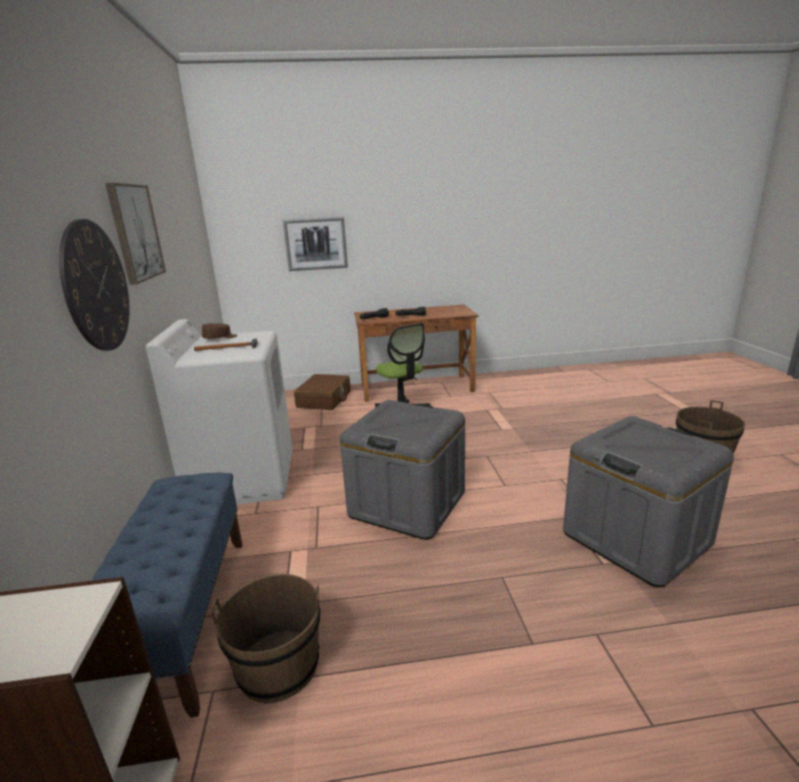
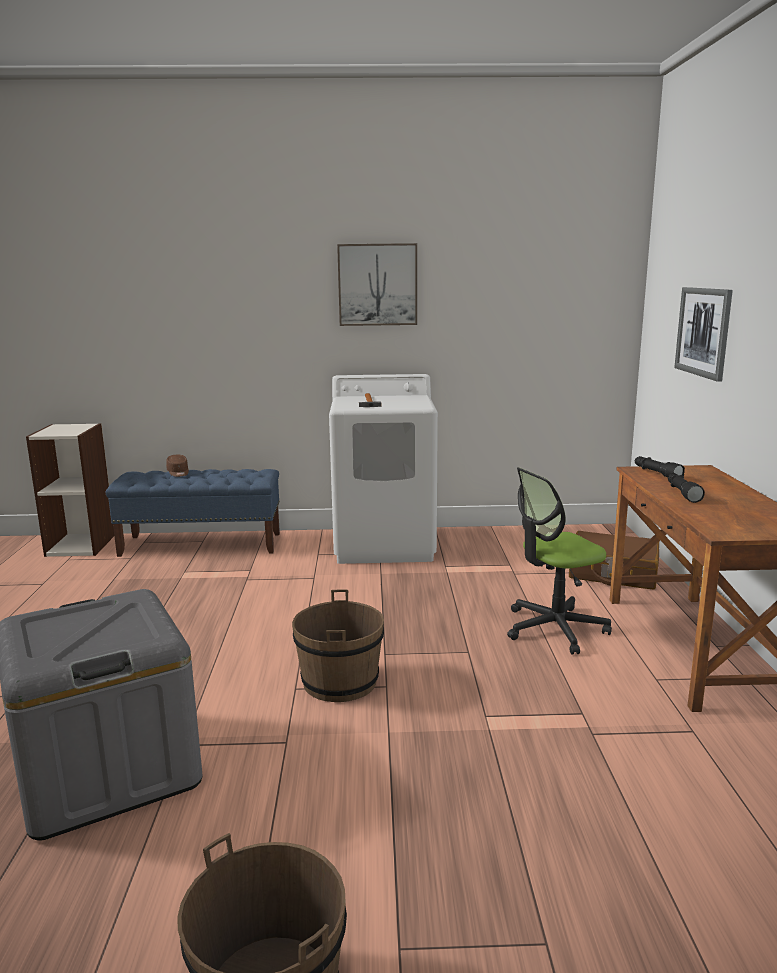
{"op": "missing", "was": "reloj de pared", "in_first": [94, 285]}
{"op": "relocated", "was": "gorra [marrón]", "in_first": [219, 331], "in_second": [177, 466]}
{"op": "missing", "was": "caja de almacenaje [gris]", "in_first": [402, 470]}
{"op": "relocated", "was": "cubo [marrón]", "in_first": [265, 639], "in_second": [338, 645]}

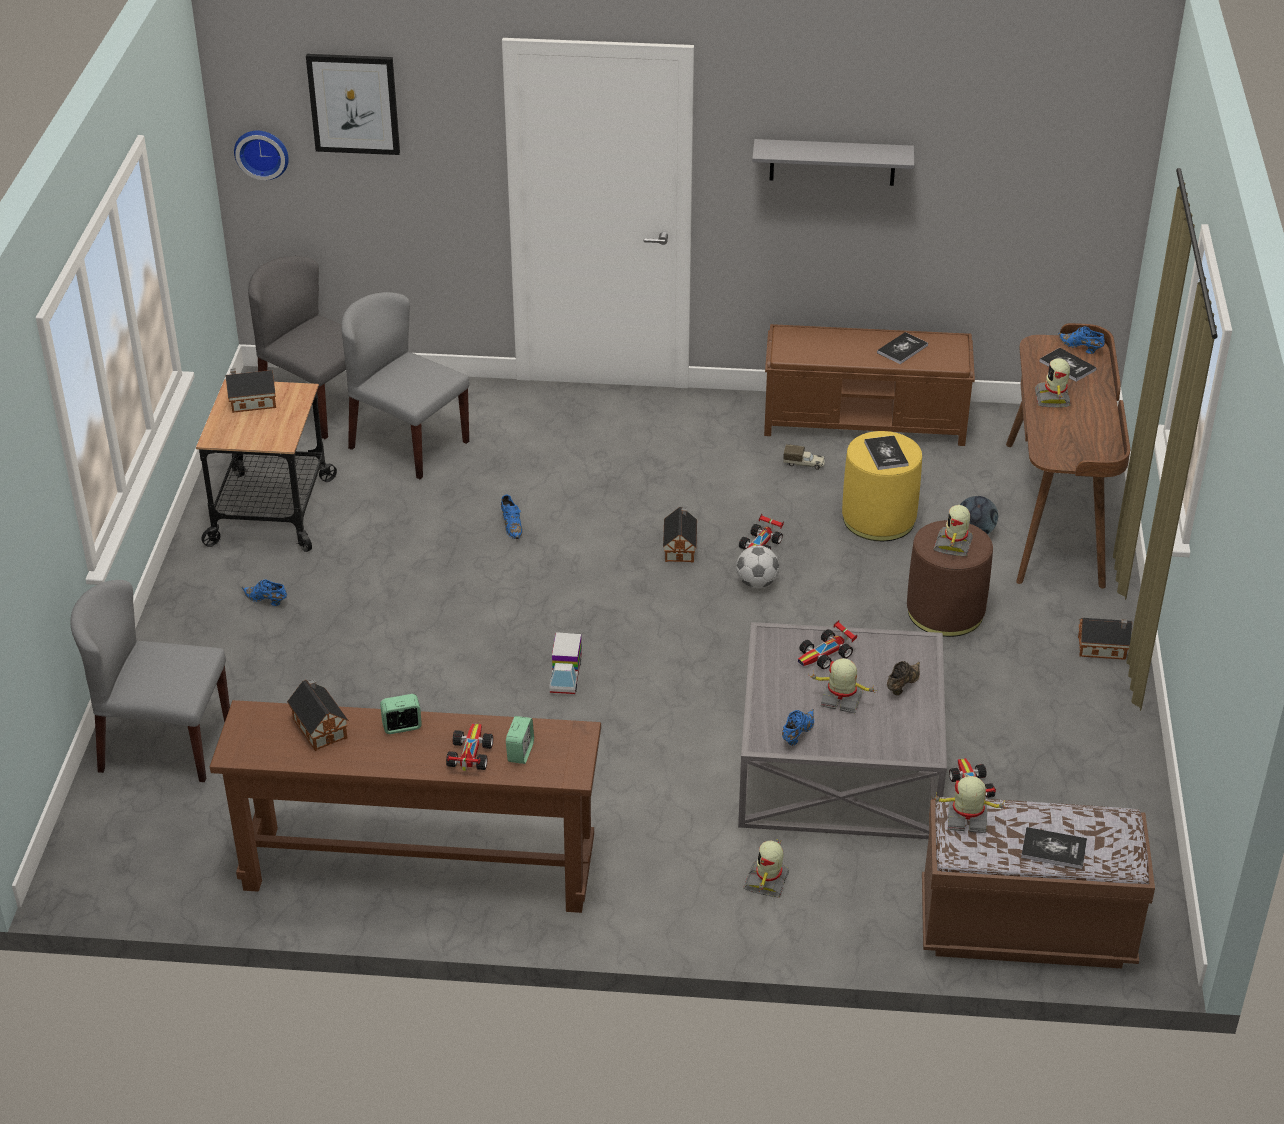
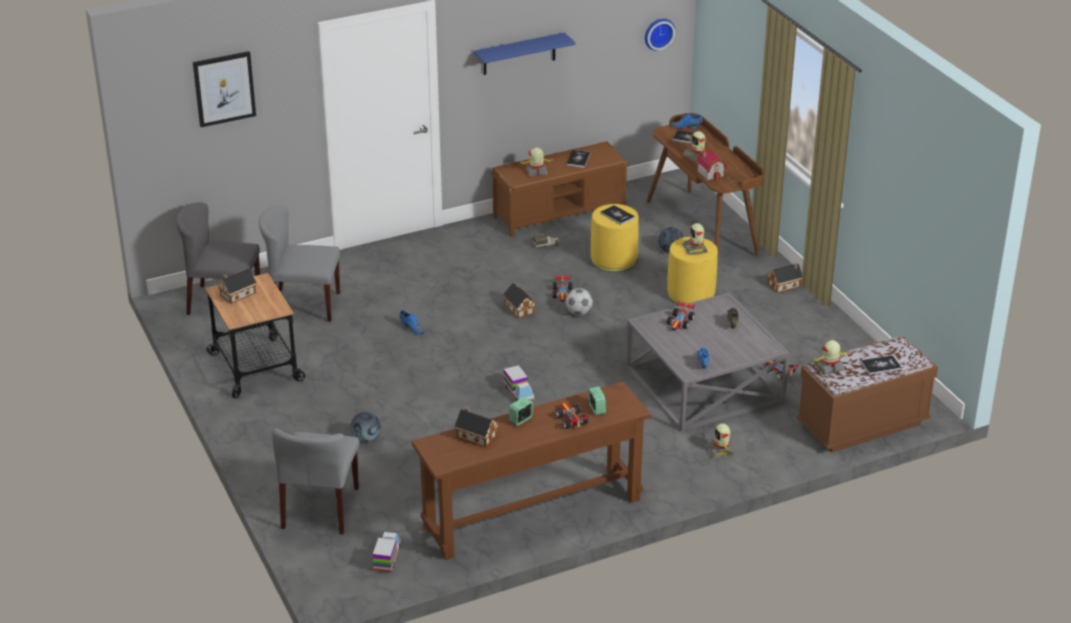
{"op": "relocated", "was": "reloj de pared", "in_first": [261, 155], "in_second": [660, 35]}
{"op": "colour", "was": "estante [gris]", "now": "estante [azul]", "in_first": [833, 162], "in_second": [524, 53]}
{"op": "colour", "was": "puf [marrón]", "now": "puf [amarillo]", "in_first": [950, 578], "in_second": [692, 270]}
{"op": "missing", "was": "zapato [azul]", "in_first": [264, 592]}
{"op": "spun", "was": "silla [gris]", "in_first": [150, 681], "in_second": [315, 481], "clockwise": -60}
{"op": "relocated", "was": "robot de juguete", "in_first": [843, 685], "in_second": [537, 162]}
{"op": "appeared", "now": "casita", "in_second": [711, 165]}
{"op": "appeared", "now": "balón de fútbol", "in_second": [366, 427]}
{"op": "appeared", "now": "camión de juguete", "in_second": [387, 552]}

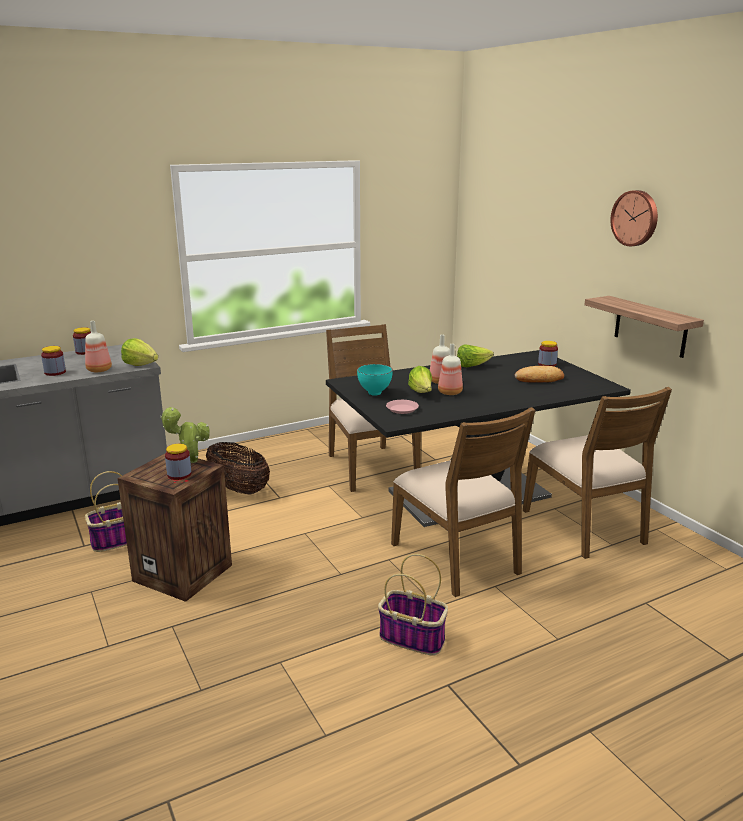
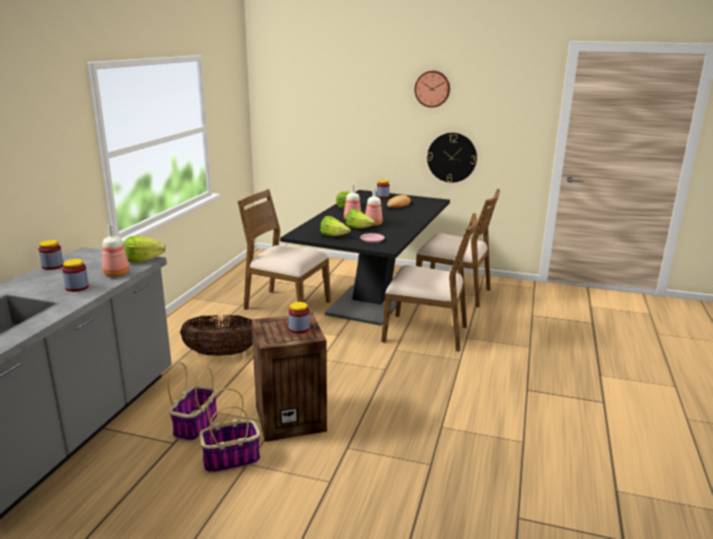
{"op": "exchanged", "was": "estante", "now": "reloj de pared", "in_first": [644, 327], "in_second": [452, 158]}
{"op": "exchanged", "was": "cuenco [turquesa]", "now": "lechuga", "in_first": [375, 380], "in_second": [335, 226]}
{"op": "missing", "was": "planta en maceta", "in_first": [185, 435]}
{"op": "relocated", "was": "cesta", "in_first": [413, 605], "in_second": [229, 430]}

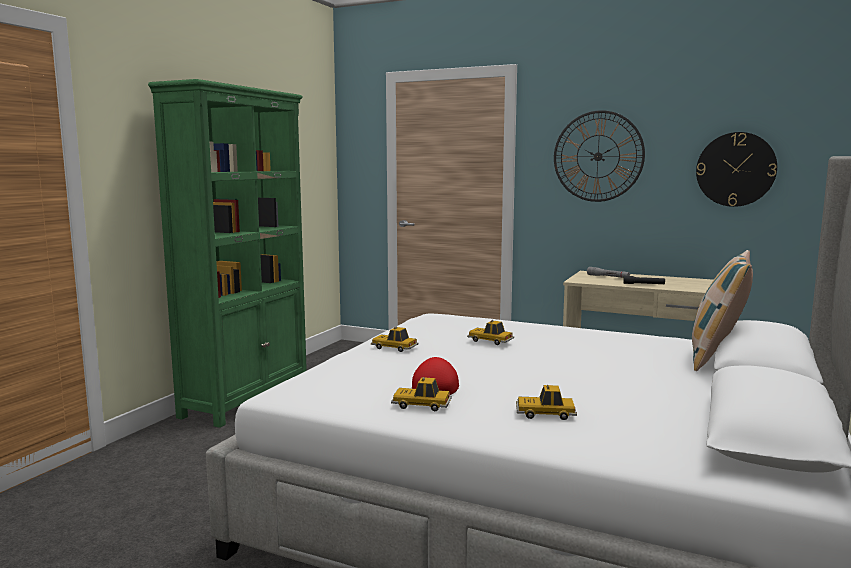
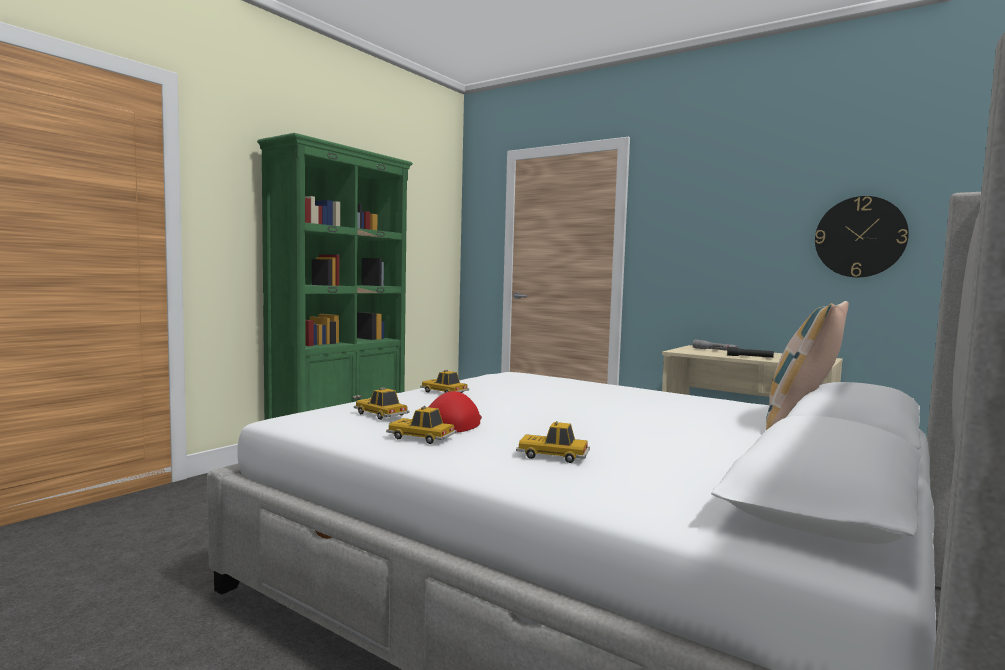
{"op": "missing", "was": "reloj de pared", "in_first": [599, 156]}
{"op": "relocated", "was": "coche de juguete", "in_first": [490, 332], "in_second": [382, 403]}

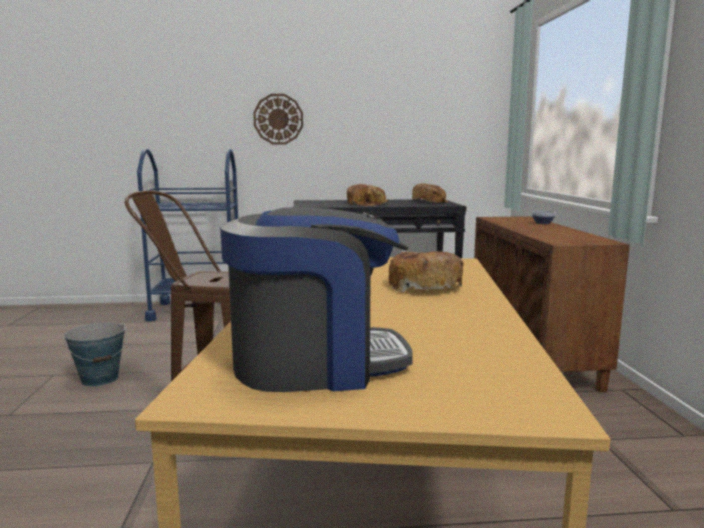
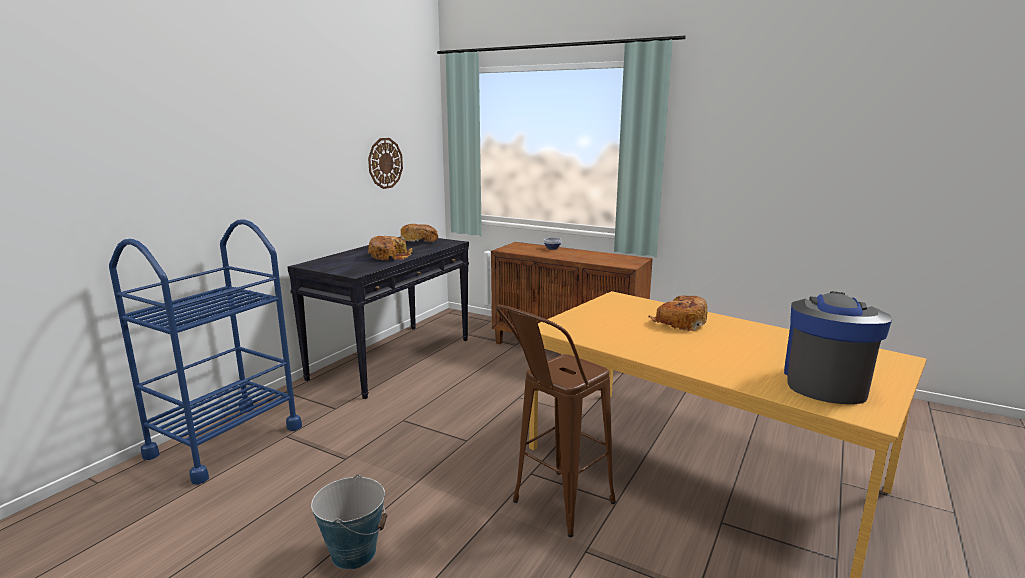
{"op": "relocated", "was": "reloj de pared", "in_first": [278, 119], "in_second": [385, 163]}

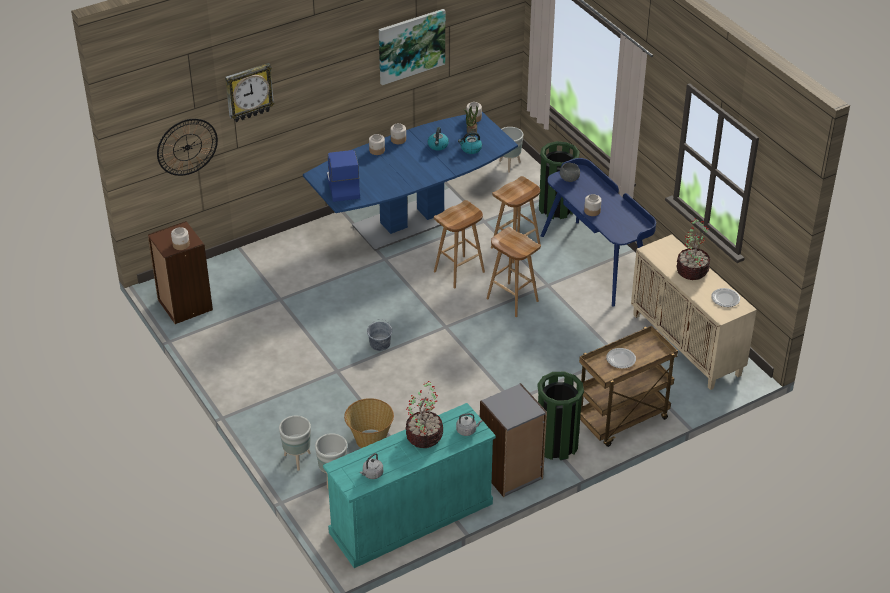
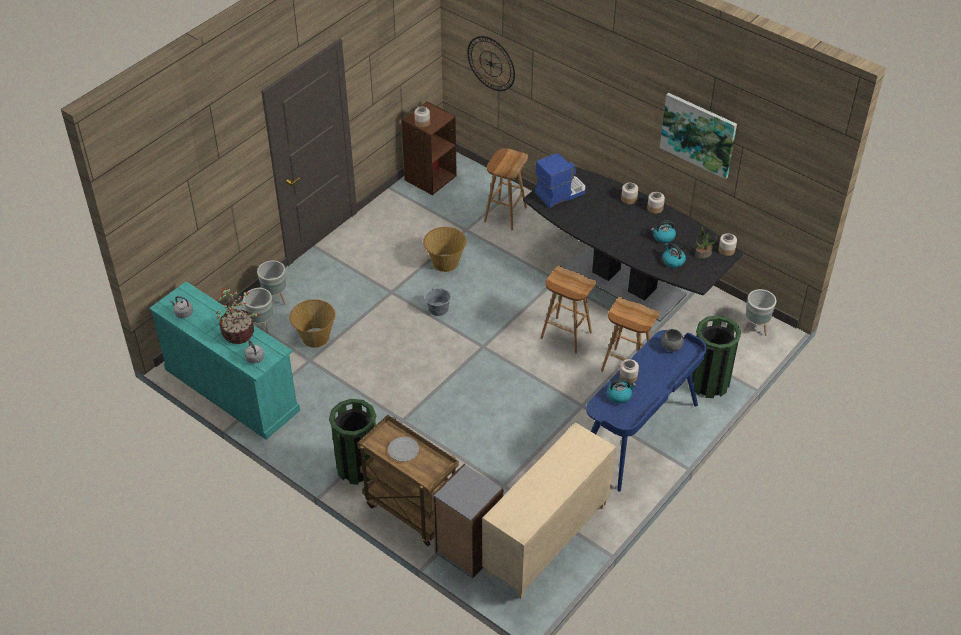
{"op": "missing", "was": "reloj de pared", "in_first": [250, 92]}
{"op": "colour", "was": "mesa de comedor [azul]", "now": "mesa de comedor [negro]", "in_first": [410, 181], "in_second": [633, 244]}
{"op": "missing", "was": "planta en maceta", "in_first": [693, 249]}
{"op": "relocated", "was": "taburete [marrón]", "in_first": [513, 272], "in_second": [506, 189]}
{"op": "missing", "was": "plato", "in_first": [725, 297]}
{"op": "relocated", "was": "estantería [gris]", "in_first": [513, 440], "in_second": [467, 521]}
{"op": "appeared", "now": "cesta", "in_second": [444, 249]}
{"op": "appeared", "now": "hervidor", "in_second": [621, 391]}

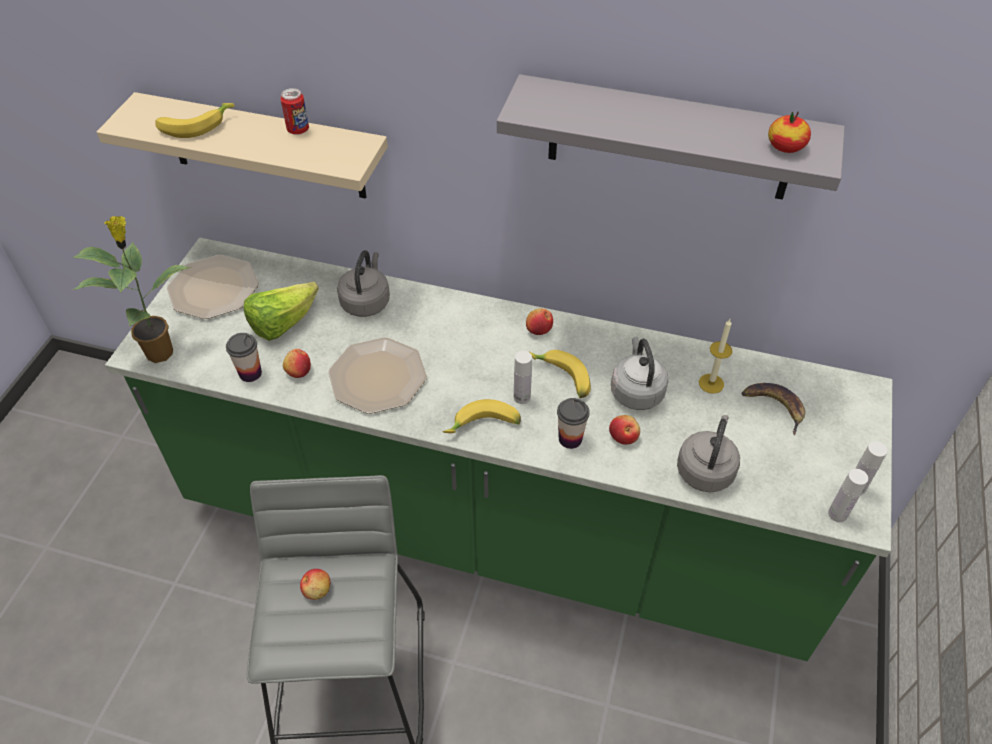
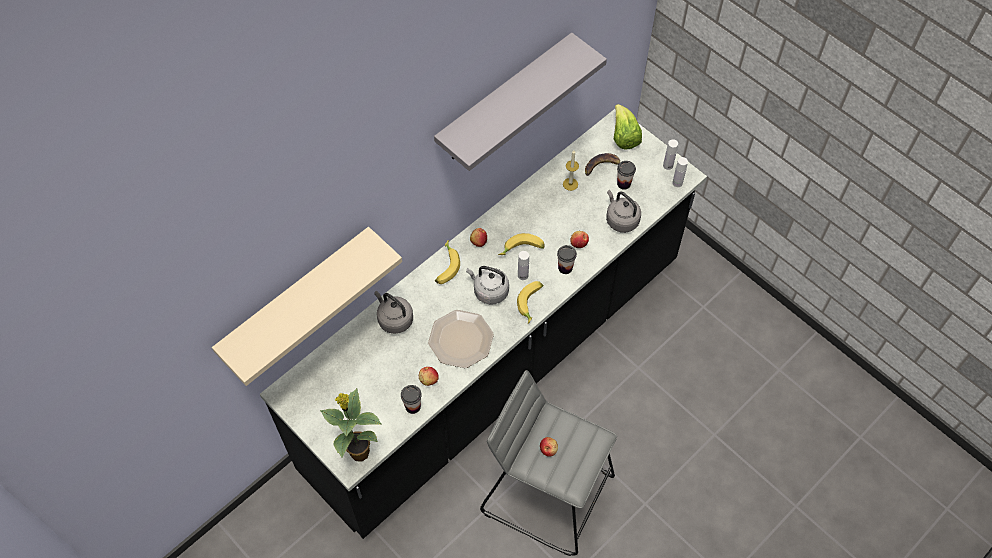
{"op": "missing", "was": "lata", "in_first": [294, 111]}
{"op": "relocated", "was": "plátano", "in_first": [195, 120], "in_second": [447, 262]}
{"op": "missing", "was": "manzana", "in_first": [789, 132]}
{"op": "colour", "was": "mueble bajo de cocina [verde]", "now": "mueble bajo de cocina [negro]", "in_first": [498, 449], "in_second": [483, 324]}
{"op": "missing", "was": "plato", "in_first": [213, 287]}
{"op": "relocated", "was": "lechuga", "in_first": [281, 311], "in_second": [628, 126]}
{"op": "relocated", "was": "hervidor [gris]", "in_first": [639, 373], "in_second": [487, 285]}
{"op": "appeared", "now": "taza", "in_second": [626, 175]}

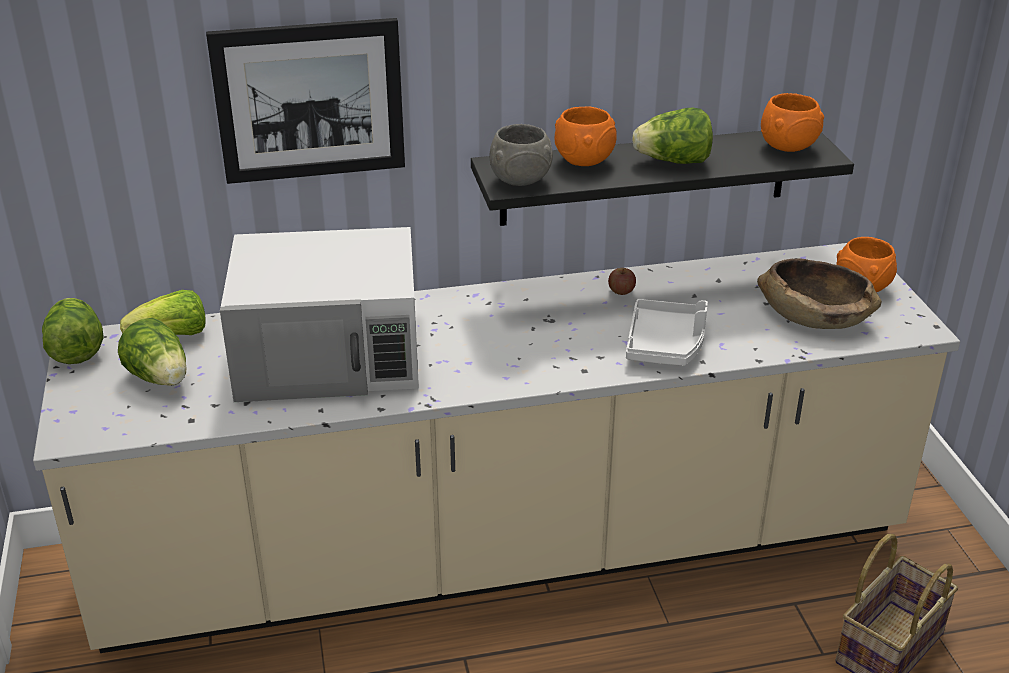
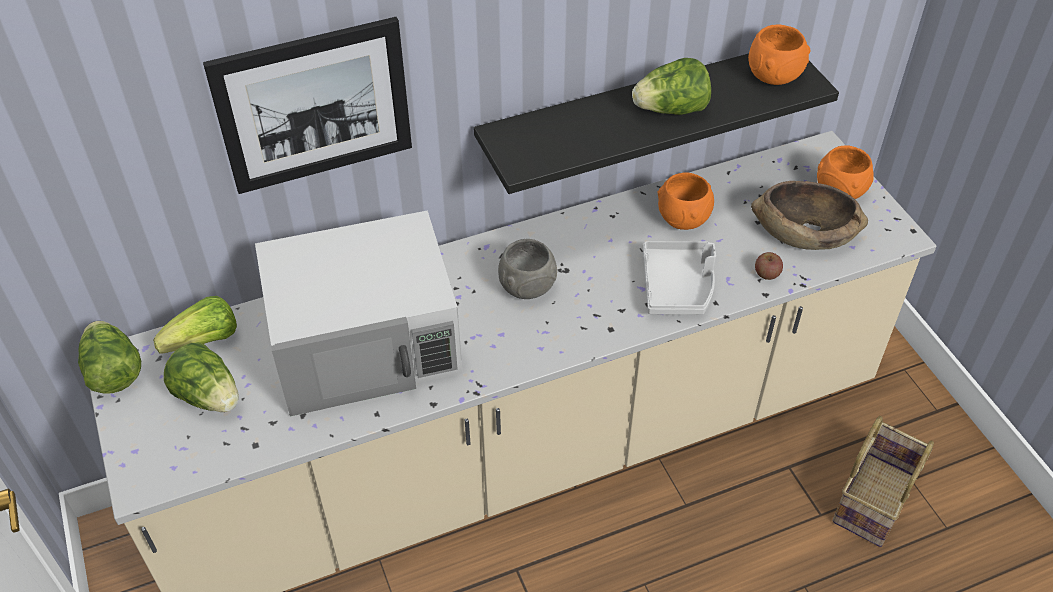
{"op": "relocated", "was": "cuenco [naranja]", "in_first": [586, 136], "in_second": [685, 201]}
{"op": "relocated", "was": "cuenco [gris]", "in_first": [521, 155], "in_second": [527, 269]}
{"op": "relocated", "was": "manzana", "in_first": [622, 281], "in_second": [769, 266]}

